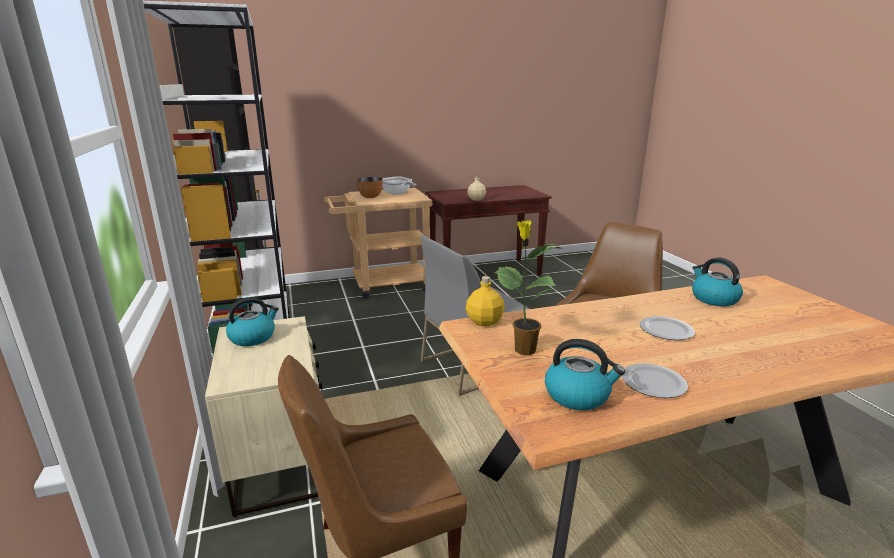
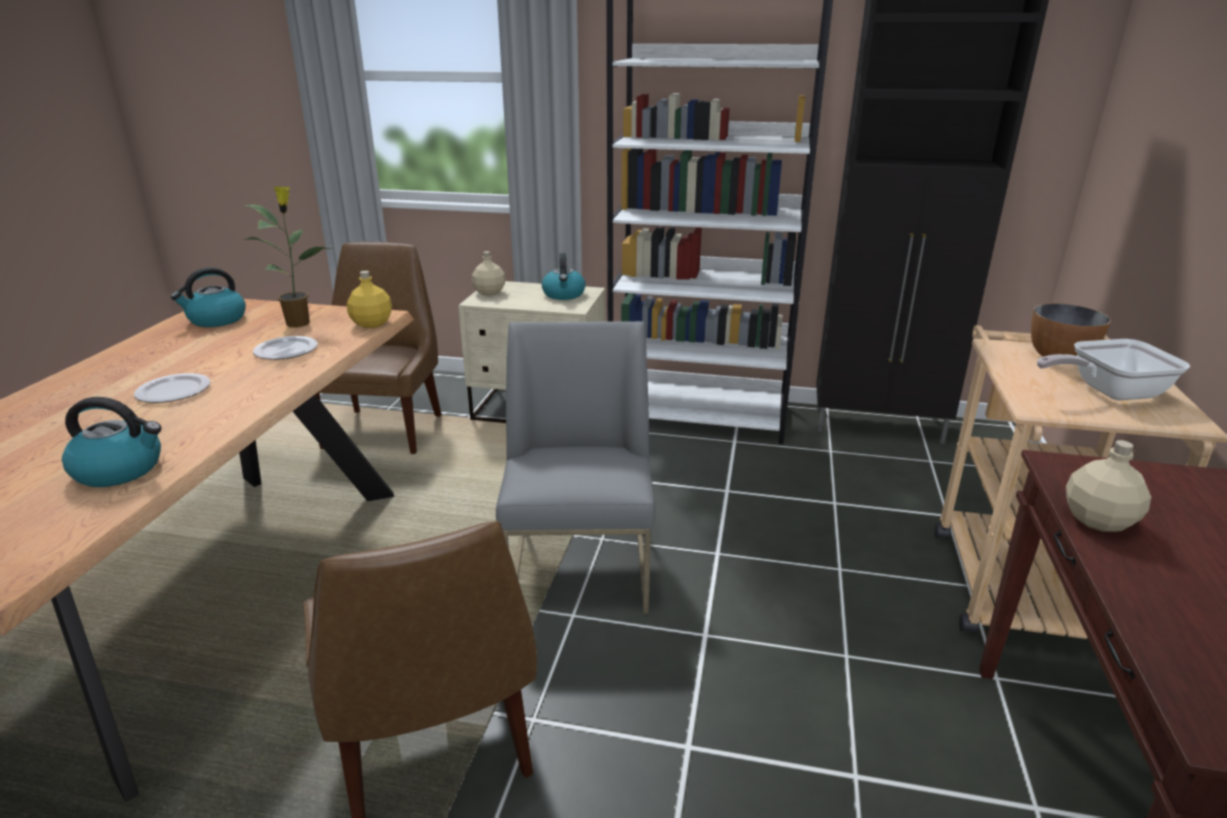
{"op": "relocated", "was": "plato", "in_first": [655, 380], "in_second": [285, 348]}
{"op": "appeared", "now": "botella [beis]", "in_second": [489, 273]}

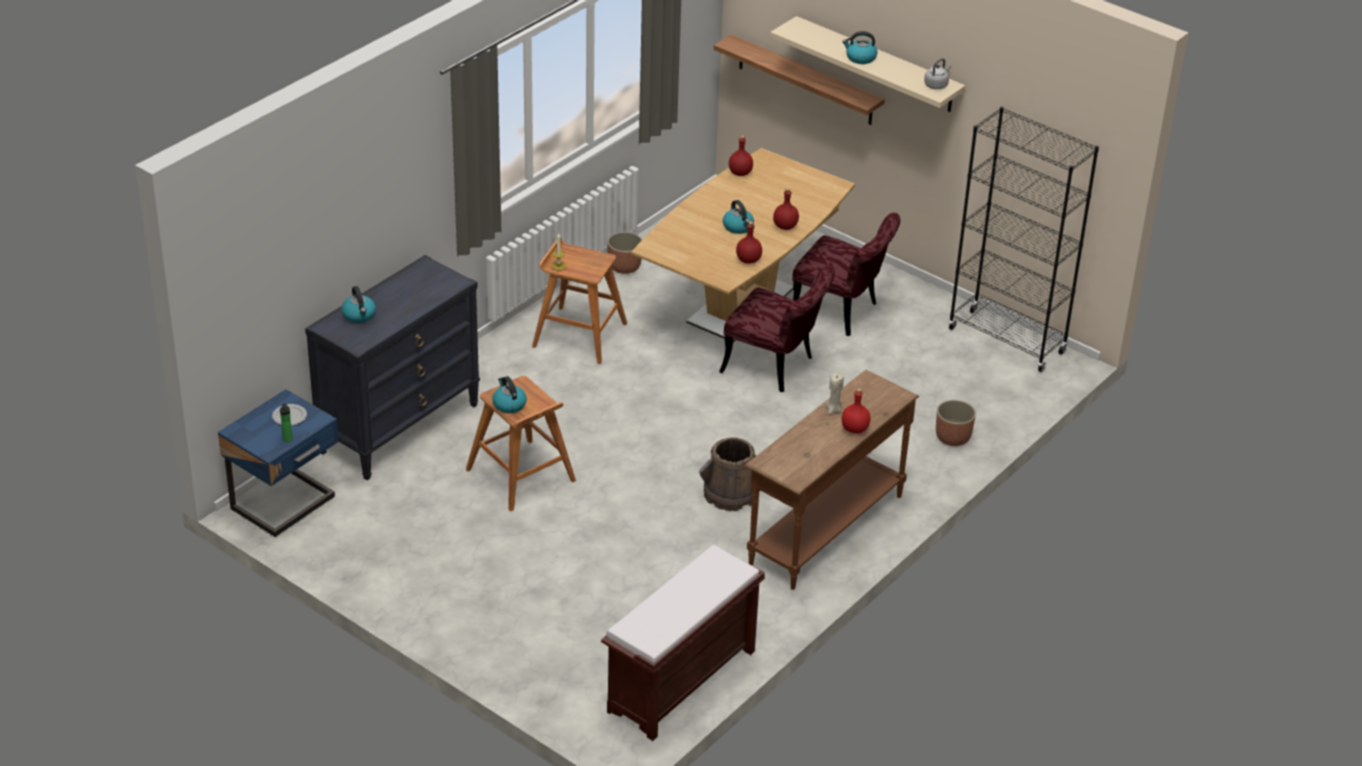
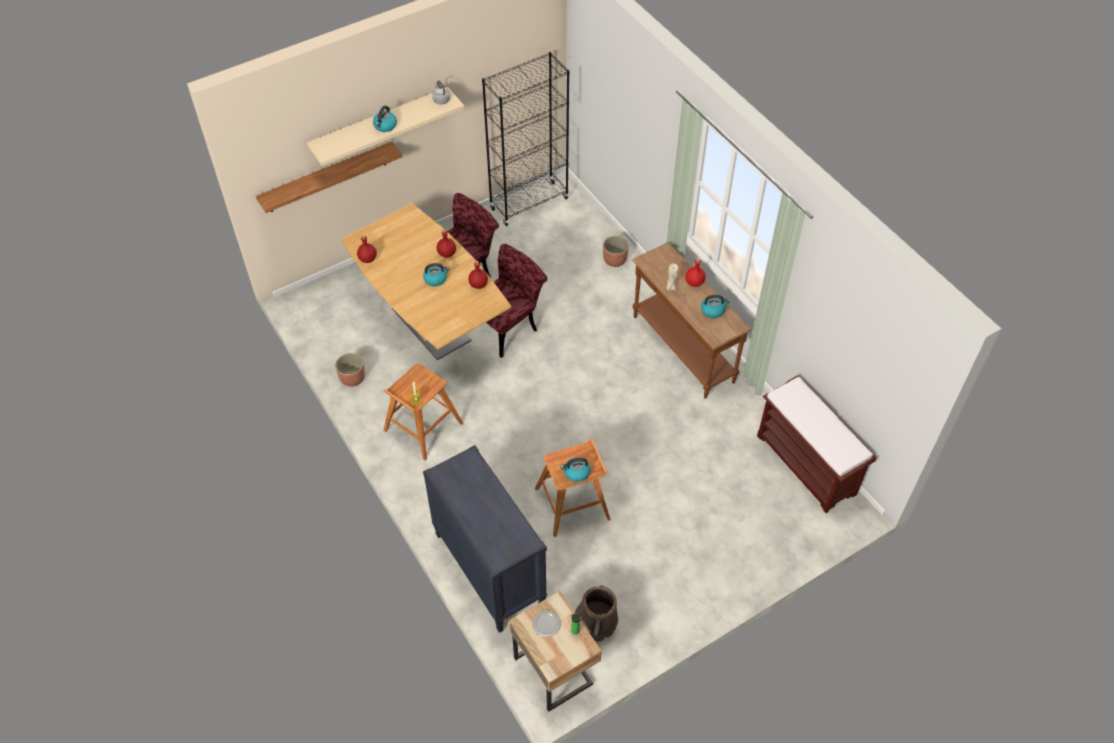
{"op": "relocated", "was": "hervidor", "in_first": [358, 304], "in_second": [715, 306]}
{"op": "colour", "was": "mesita de noche [azul]", "now": "mesita de noche [beis]", "in_first": [278, 463], "in_second": [555, 651]}
{"op": "relocated", "was": "cubo [marrón]", "in_first": [728, 474], "in_second": [596, 613]}

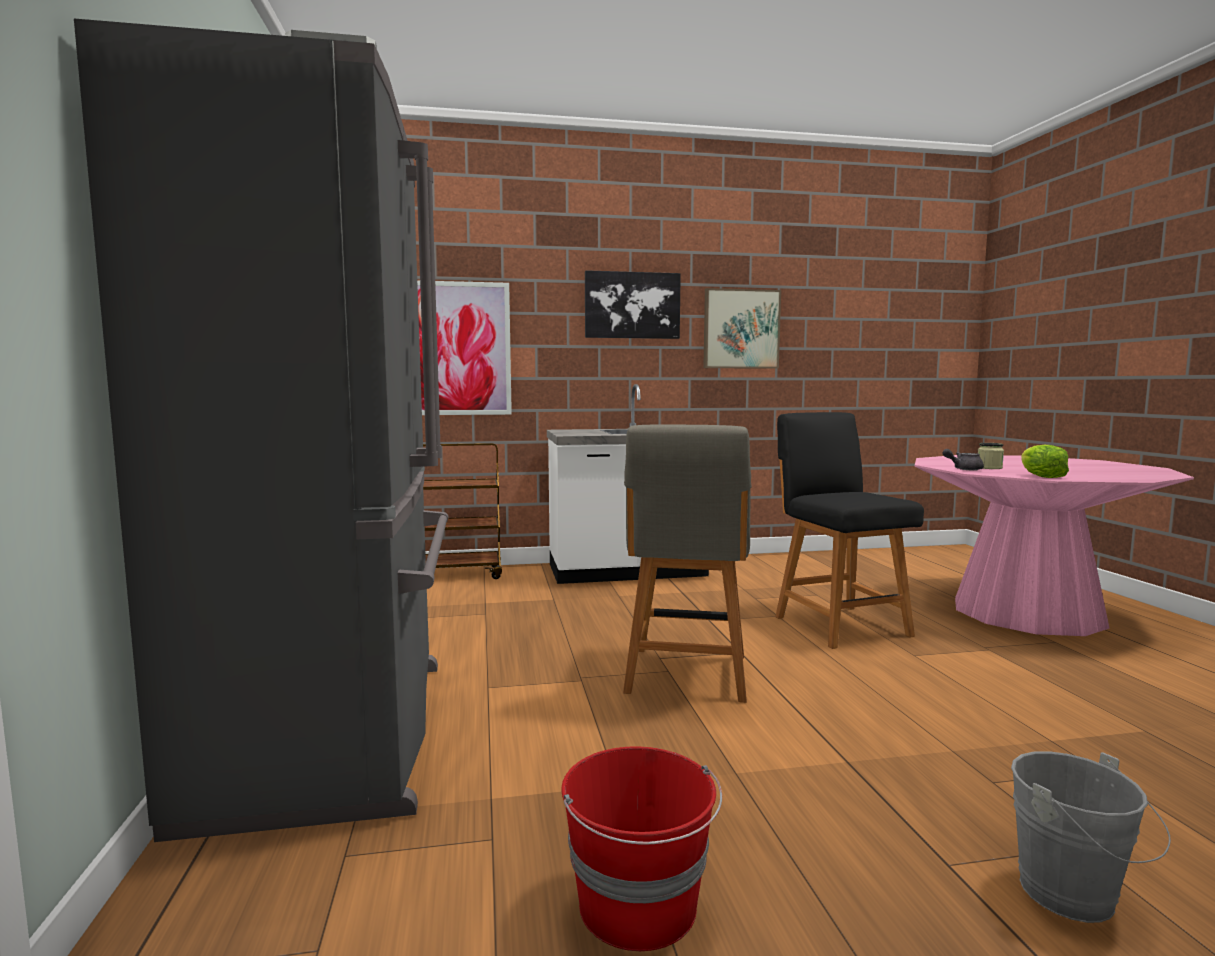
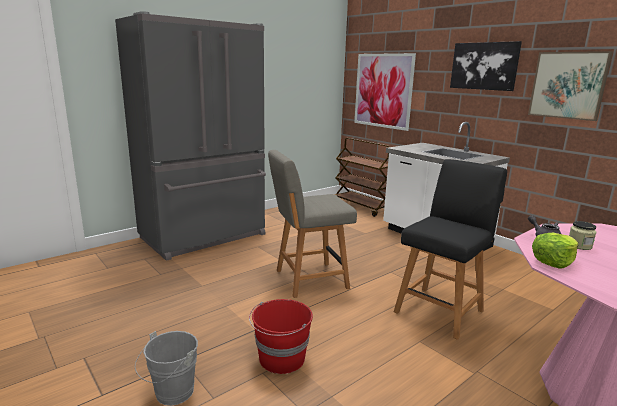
{"op": "relocated", "was": "cubo [rojo]", "in_first": [642, 848], "in_second": [281, 336]}

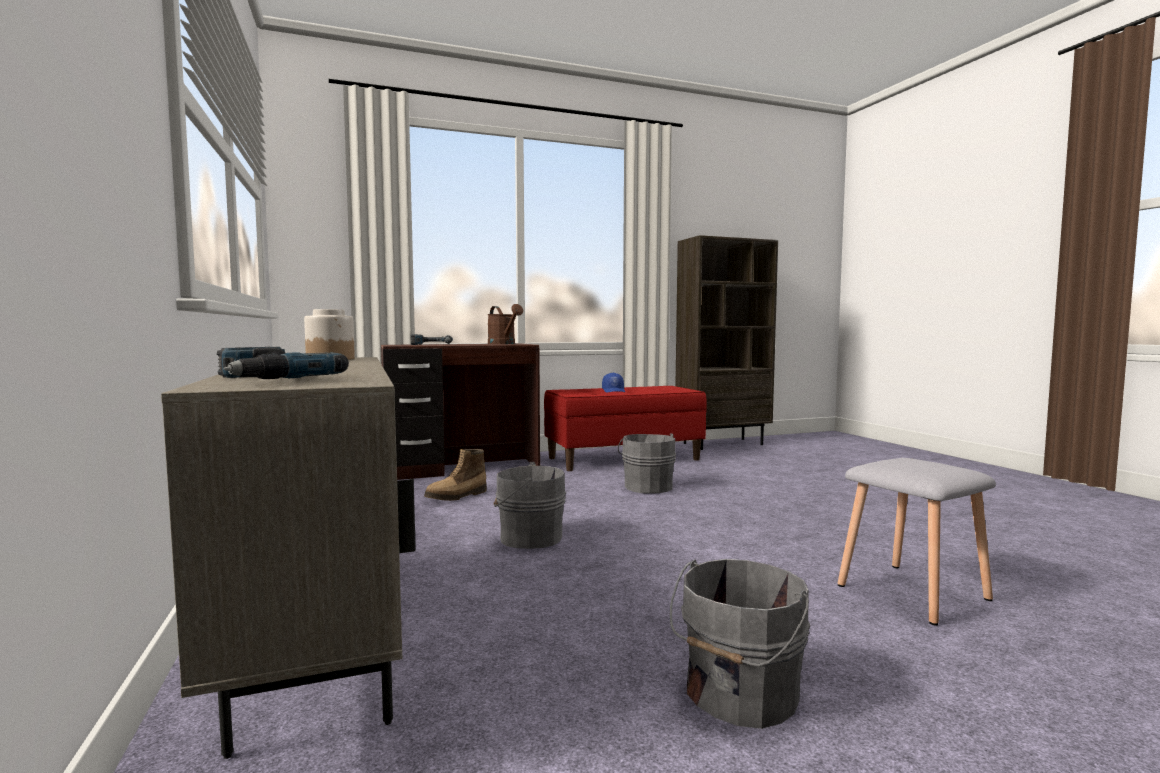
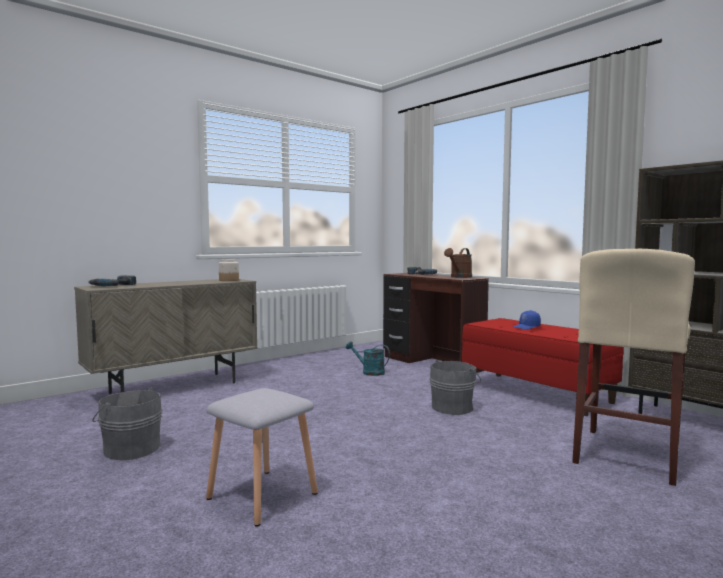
{"op": "exchanged", "was": "bota", "now": "regadera [turquesa]", "in_first": [455, 475], "in_second": [368, 358]}
{"op": "missing", "was": "cubo [gris]", "in_first": [530, 505]}
{"op": "appeared", "now": "taburete [beis]", "in_second": [633, 367]}

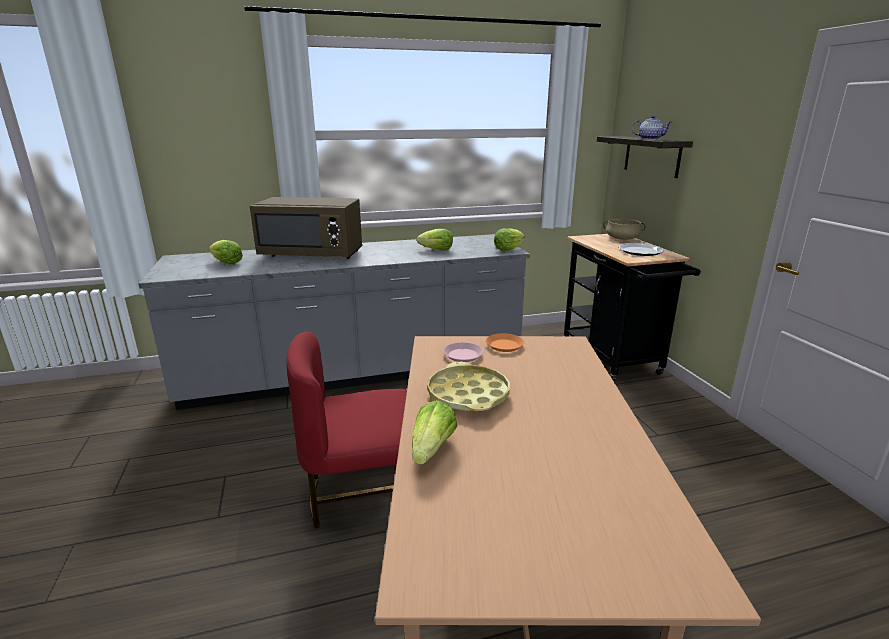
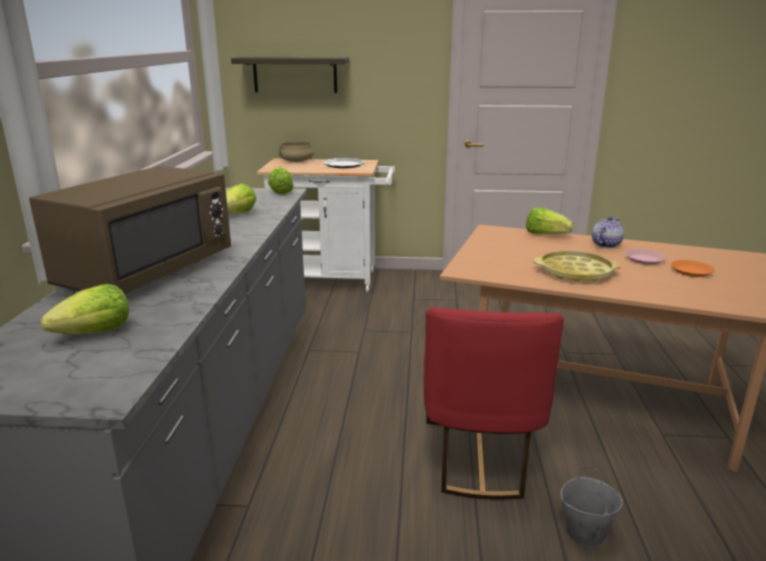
{"op": "relocated", "was": "tetera", "in_first": [652, 128], "in_second": [608, 232]}
{"op": "colour", "was": "carrito [negro]", "now": "carrito [blanco]", "in_first": [632, 307], "in_second": [326, 226]}
{"op": "relocated", "was": "plato [naranja]", "in_first": [505, 342], "in_second": [693, 268]}
{"op": "relocated", "was": "plato [rosa]", "in_first": [463, 352], "in_second": [645, 257]}
{"op": "relocated", "was": "lechuga", "in_first": [435, 432], "in_second": [550, 220]}
{"op": "appeared", "now": "cubo [gris]", "in_second": [592, 507]}

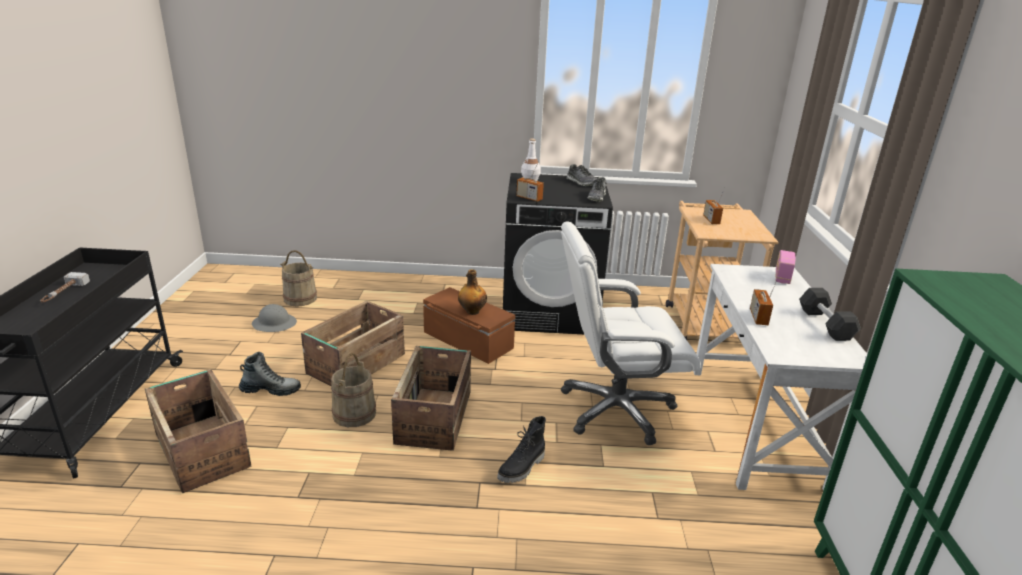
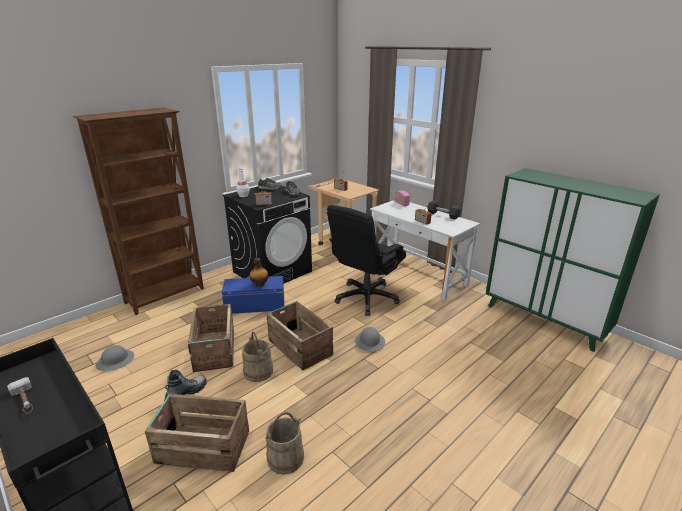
{"op": "colour", "was": "silla de oficina [blanco]", "now": "silla de oficina [negro]", "in_first": [631, 333], "in_second": [366, 260]}
{"op": "relocated", "was": "cubo [beis]", "in_first": [298, 278], "in_second": [284, 443]}
{"op": "colour", "was": "caja de almacenaje [marrón]", "now": "caja de almacenaje [azul]", "in_first": [469, 325], "in_second": [253, 295]}
{"op": "exchanged", "was": "bota [negro]", "now": "casco [gris]", "in_first": [521, 449], "in_second": [370, 339]}
{"op": "appeared", "now": "estantería [marrón]", "in_second": [138, 211]}

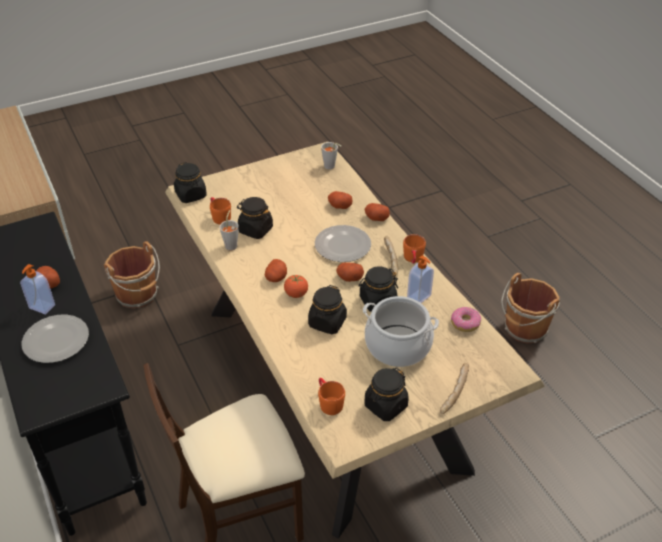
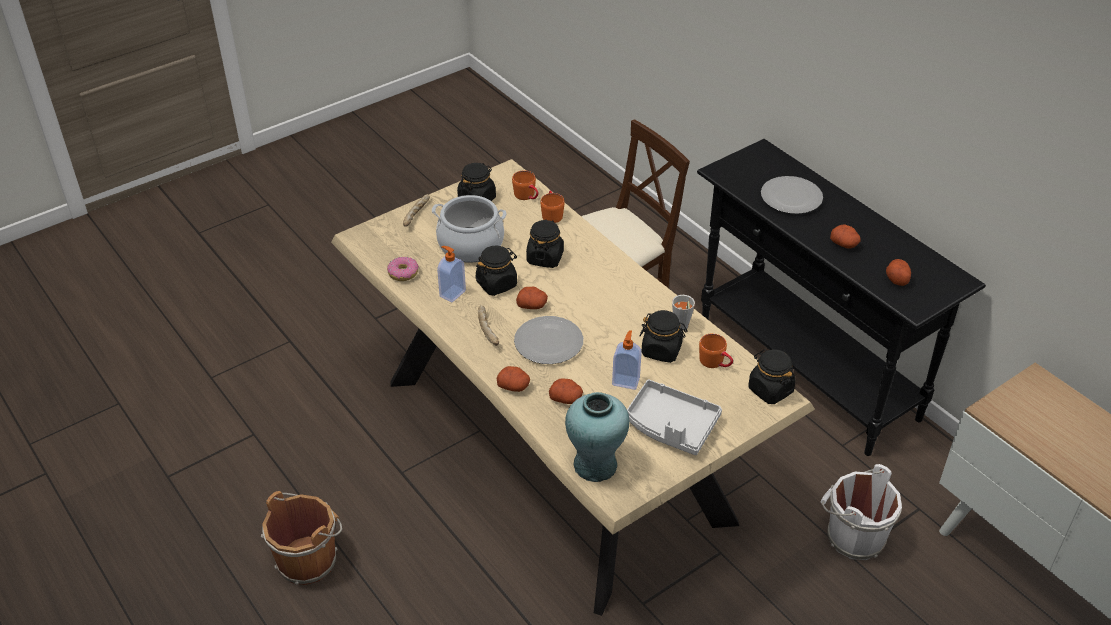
{"op": "exchanged", "was": "taza [gris]", "now": "florero [turquesa]", "in_first": [331, 155], "in_second": [597, 437]}
{"op": "relocated", "was": "taza grande [naranja]", "in_first": [414, 249], "in_second": [552, 206]}
{"op": "colour", "was": "cubo [marrón]", "now": "cubo [blanco]", "in_first": [132, 275], "in_second": [861, 512]}
{"op": "relocated", "was": "patata", "in_first": [276, 270], "in_second": [898, 272]}
{"op": "relocated", "was": "dispensador de jabón", "in_first": [37, 289], "in_second": [627, 360]}
{"op": "missing", "was": "tomate", "in_first": [296, 286]}
{"op": "appeared", "now": "bandeja [gris]", "in_second": [674, 417]}

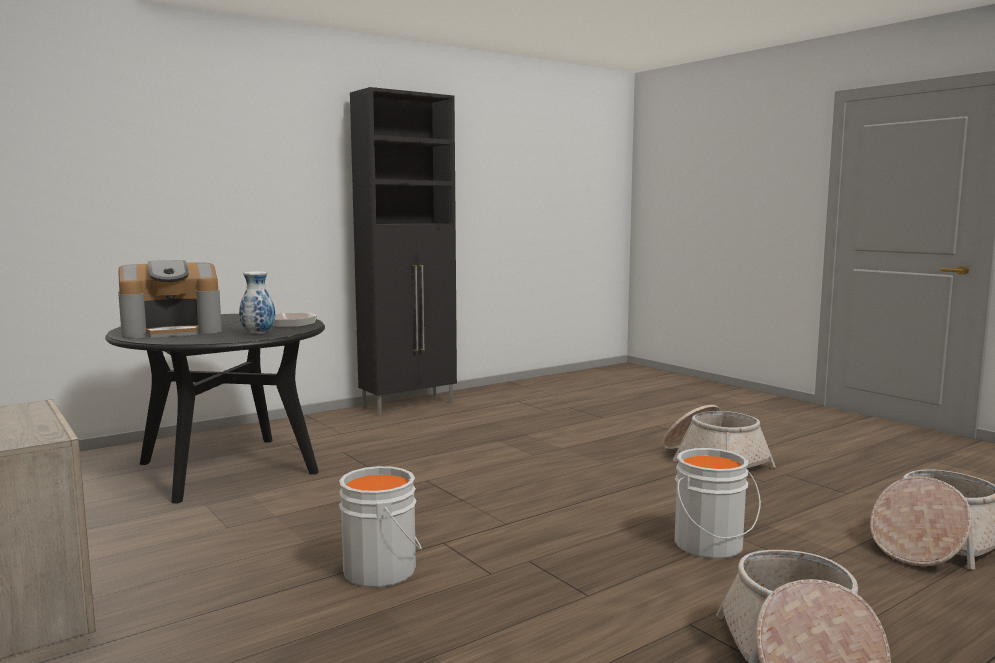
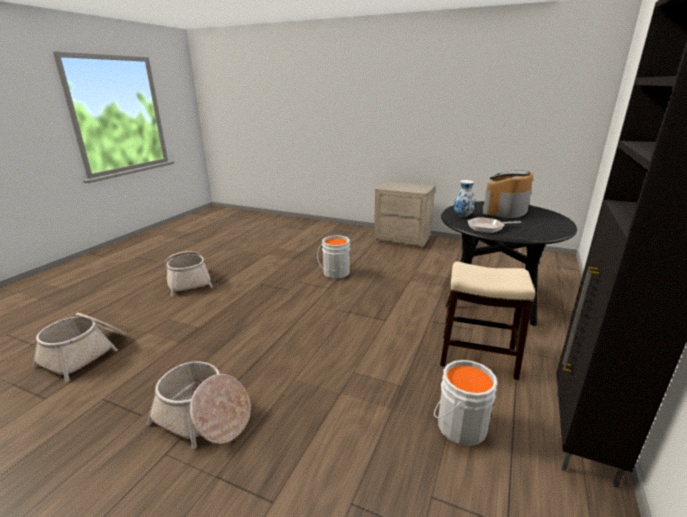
{"op": "relocated", "was": "cubo [gris]", "in_first": [717, 503], "in_second": [466, 403]}
{"op": "appeared", "now": "taburete", "in_second": [487, 321]}

